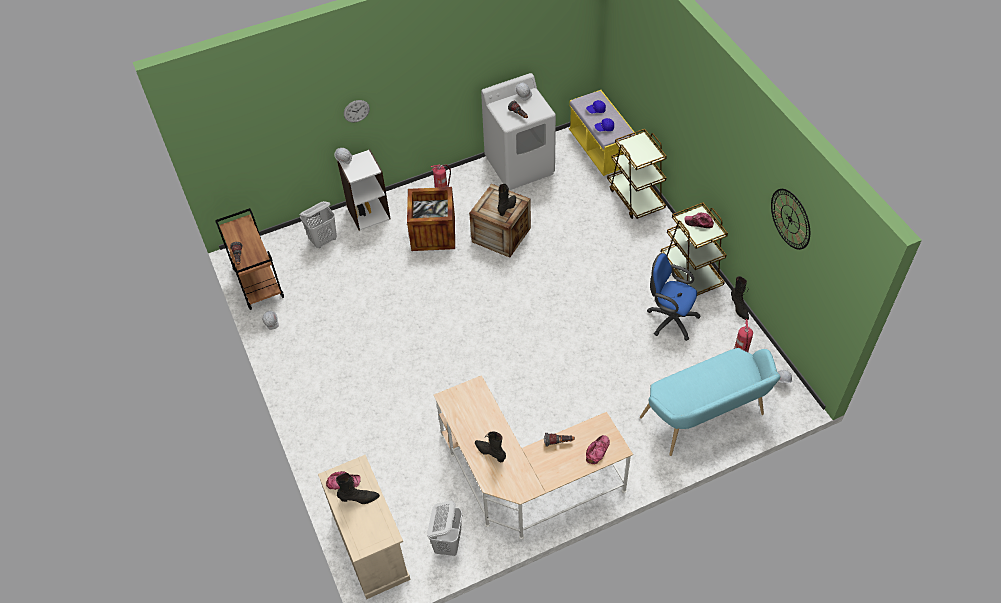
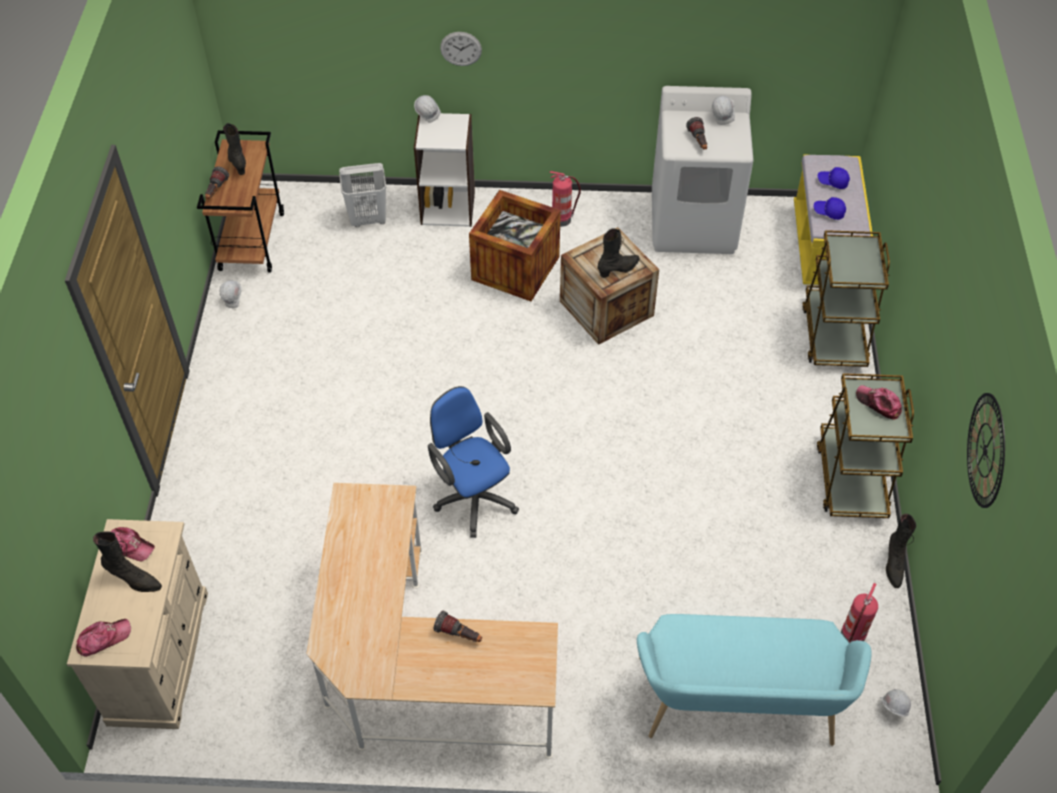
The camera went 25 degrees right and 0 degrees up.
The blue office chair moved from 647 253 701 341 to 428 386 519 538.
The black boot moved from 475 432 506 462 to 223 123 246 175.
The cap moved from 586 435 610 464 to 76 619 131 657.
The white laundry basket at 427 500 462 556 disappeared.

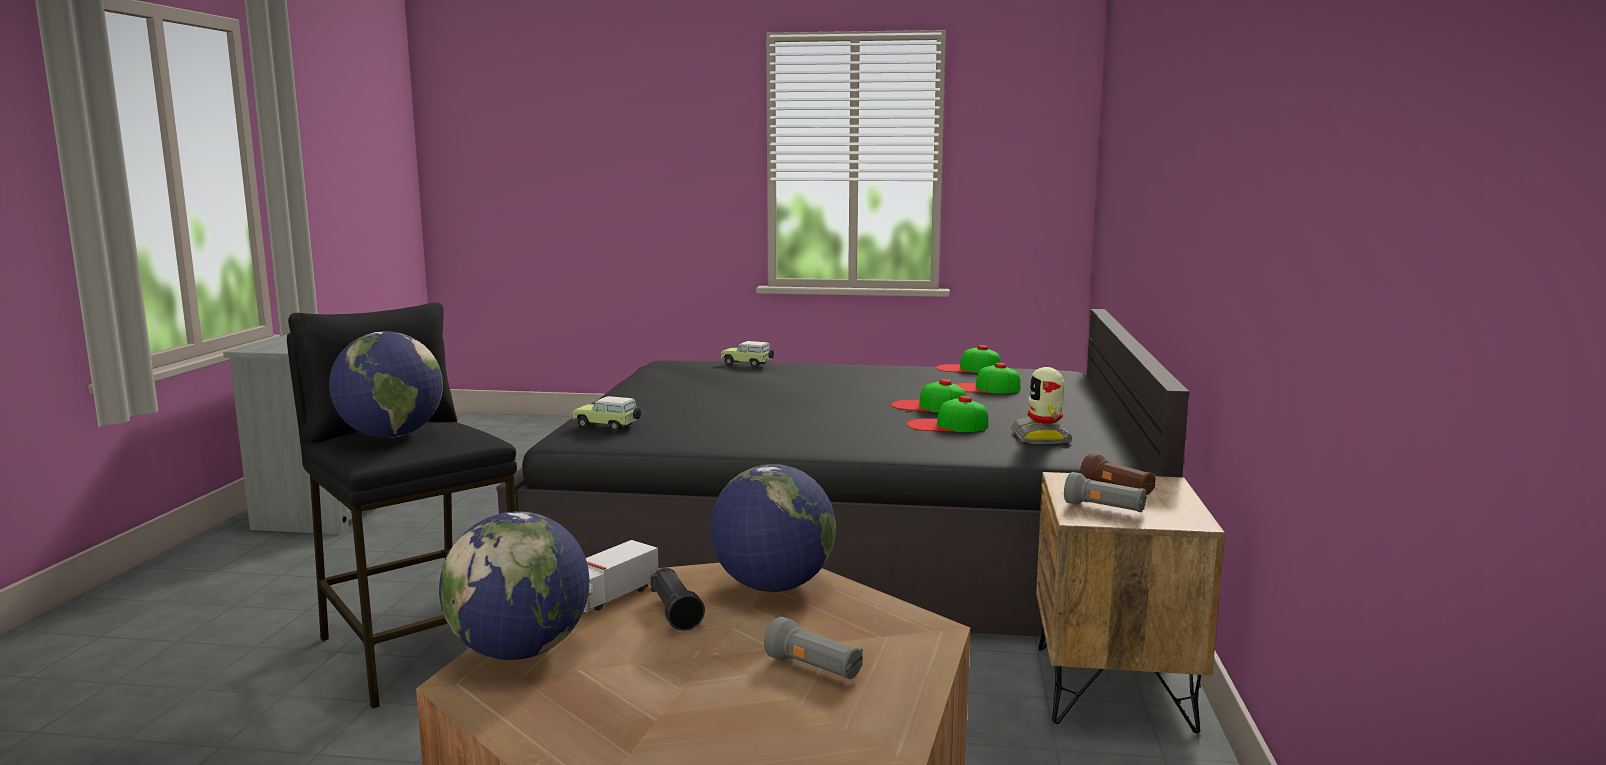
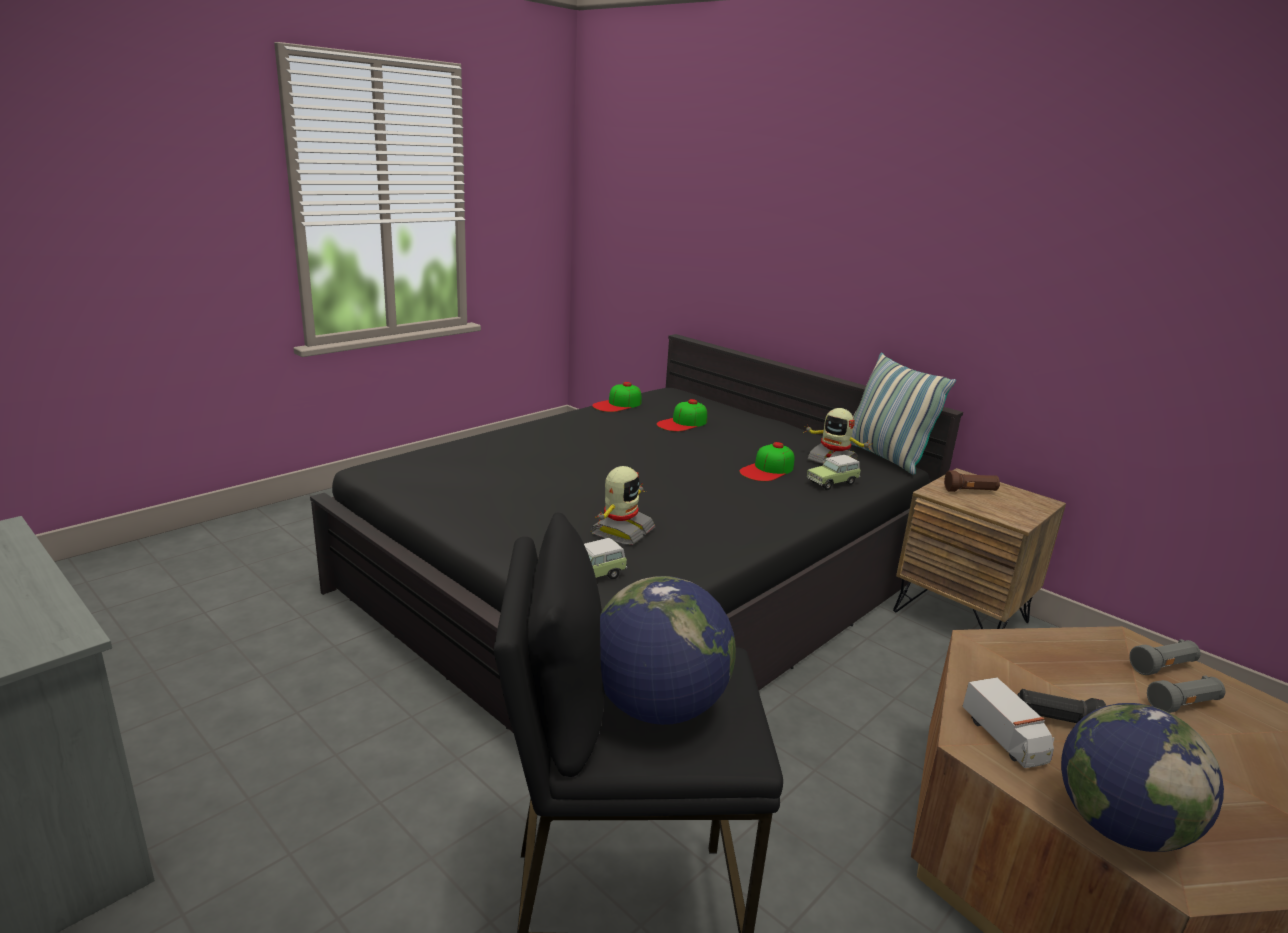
The camera went 55 degrees left and 10 degrees up.
The toy car moved from 721 341 774 367 to 807 455 861 490.
The cap at 891 379 966 412 disappeared.
The globe at 710 464 836 592 disappeared.
The grey flashlight moved from 1064 472 1147 512 to 1129 639 1200 675.
The pillow at 851 353 956 475 appeared.
The toy robot at 590 466 655 545 appeared.

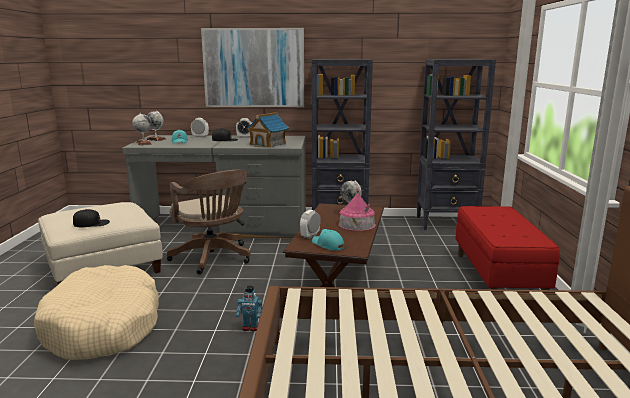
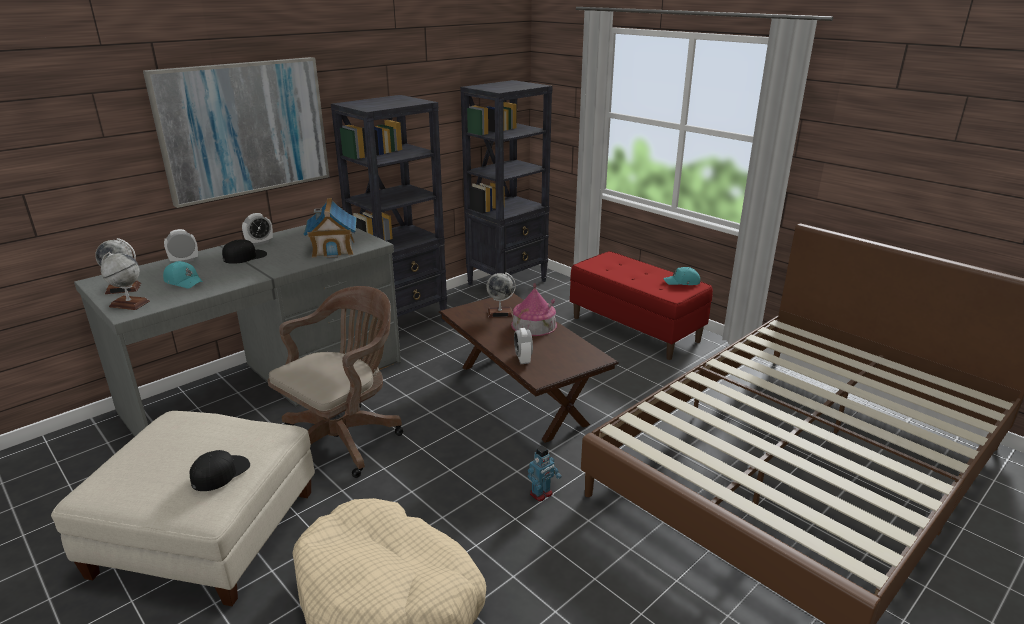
The camera went 45 degrees left and 10 degrees up.
The brown office chair at 167 169 251 274 turned 60 degrees counterclockwise.
The turquoise cap moved from 312 229 344 251 to 663 267 700 285.

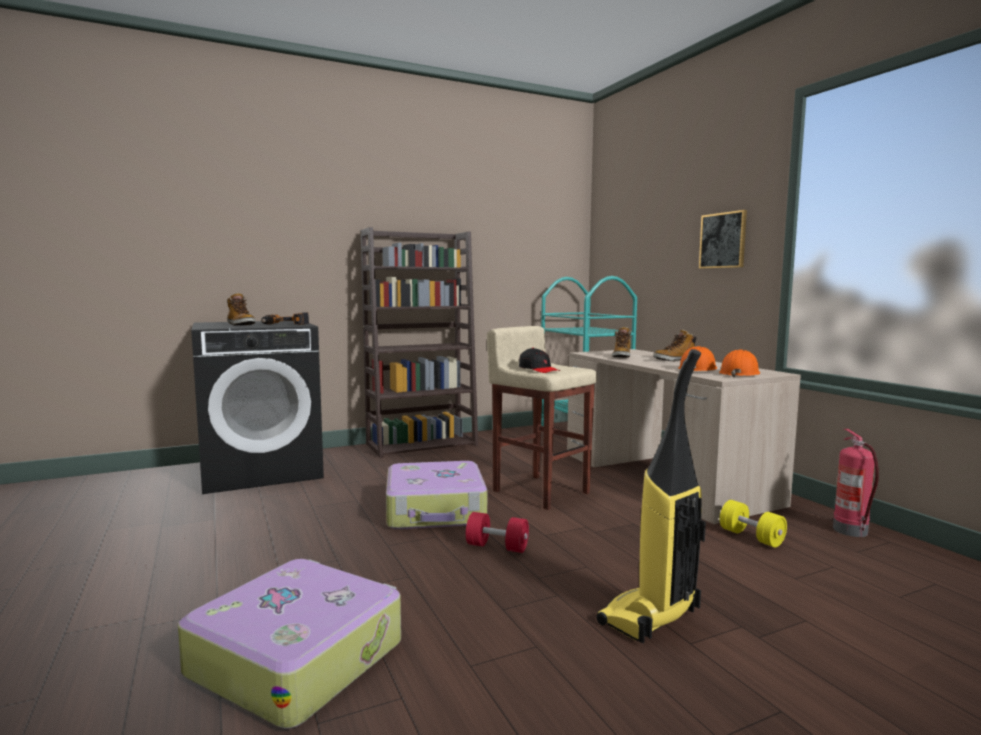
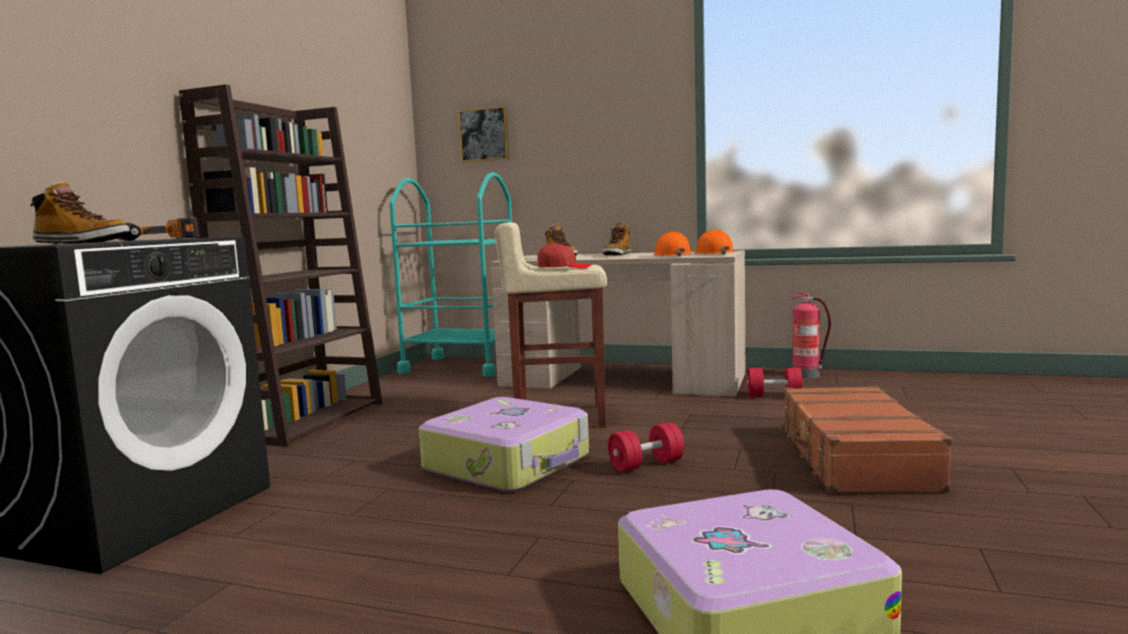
The camera went 45 degrees left and 0 degrees up.
The picture moved from 699 210 747 269 to 458 105 509 163.
The black cap at 519 348 560 373 became the red cap at 537 243 592 268.
The vacuum cleaner at 596 349 706 643 was replaced by the brown suitcase at 780 386 952 493.
The yellow dumbbell at 720 500 787 547 became the red dumbbell at 747 368 803 397.

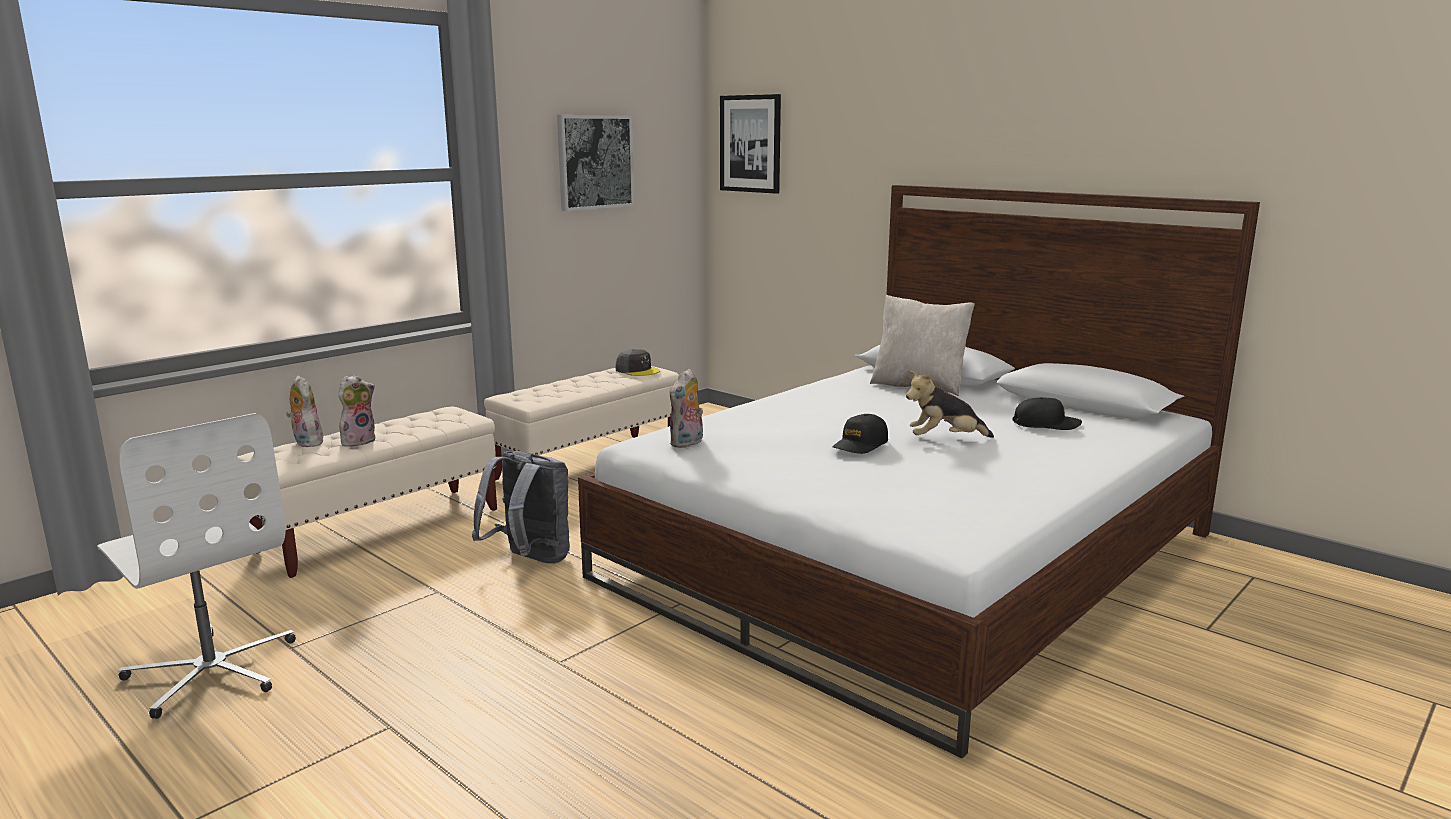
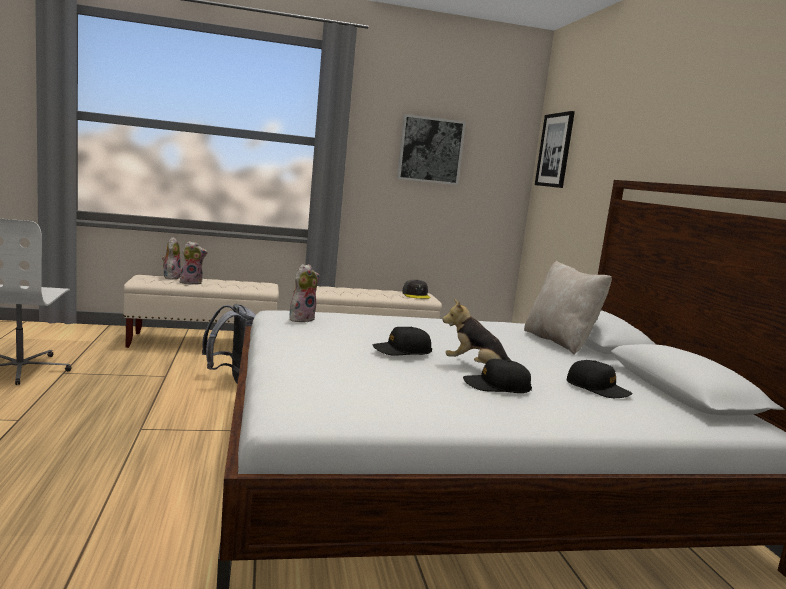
The camera went 35 degrees right and 5 degrees down.
The plush toy at 670 368 703 448 turned 150 degrees clockwise.
The black cap at 463 359 532 393 appeared.

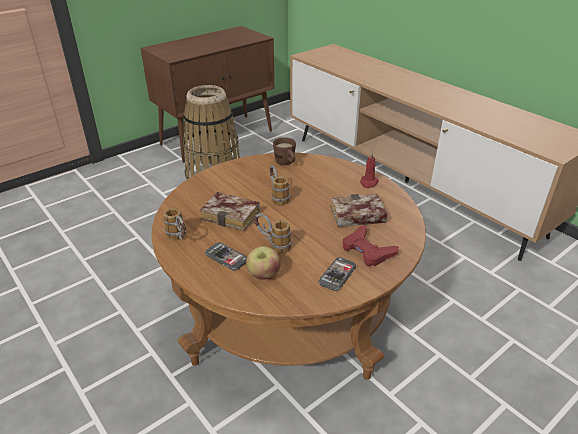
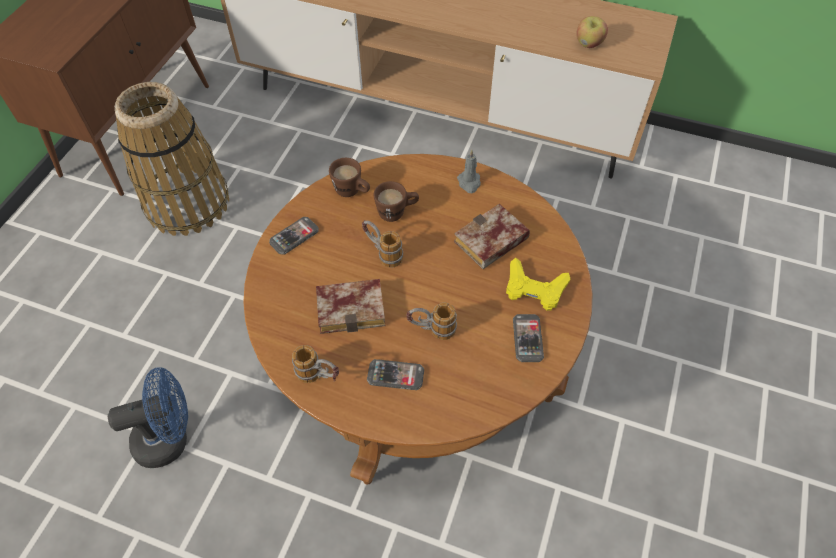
The camera went 30 degrees left and 20 degrees up.
The red candle at 360 151 379 188 became the grey candle at 457 150 481 193.
The red game controller at 343 225 399 267 became the yellow game controller at 506 257 570 311.
The apple moved from 246 246 281 280 to 577 16 608 48.
The brown mug at 374 181 419 222 appeared.
The phone at 269 217 319 255 appeared.
The blue fan at 108 367 188 468 appeared.

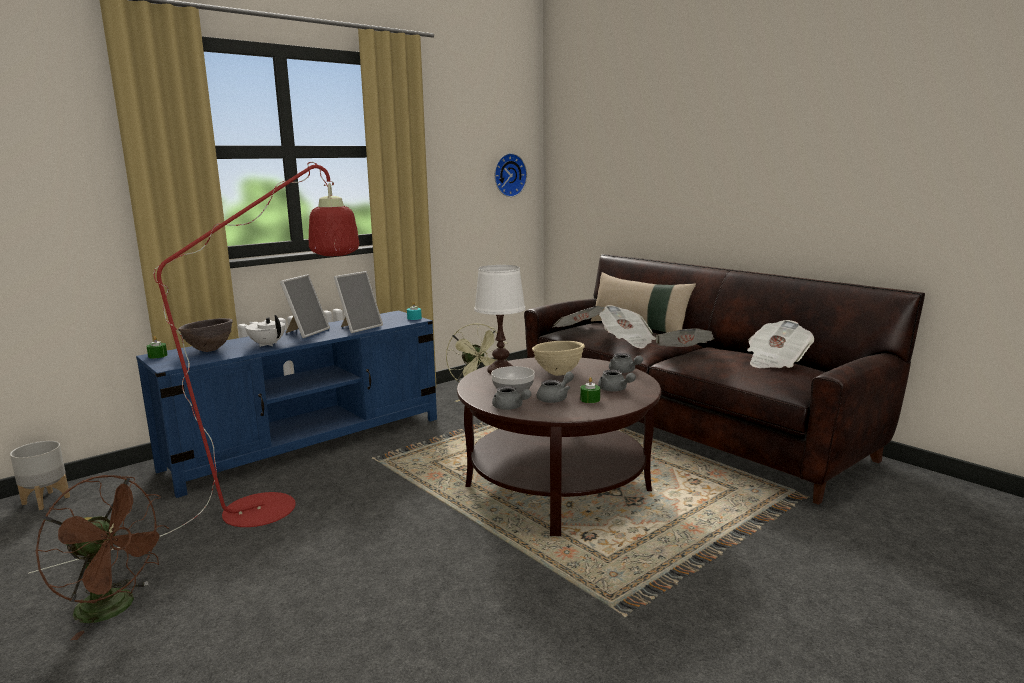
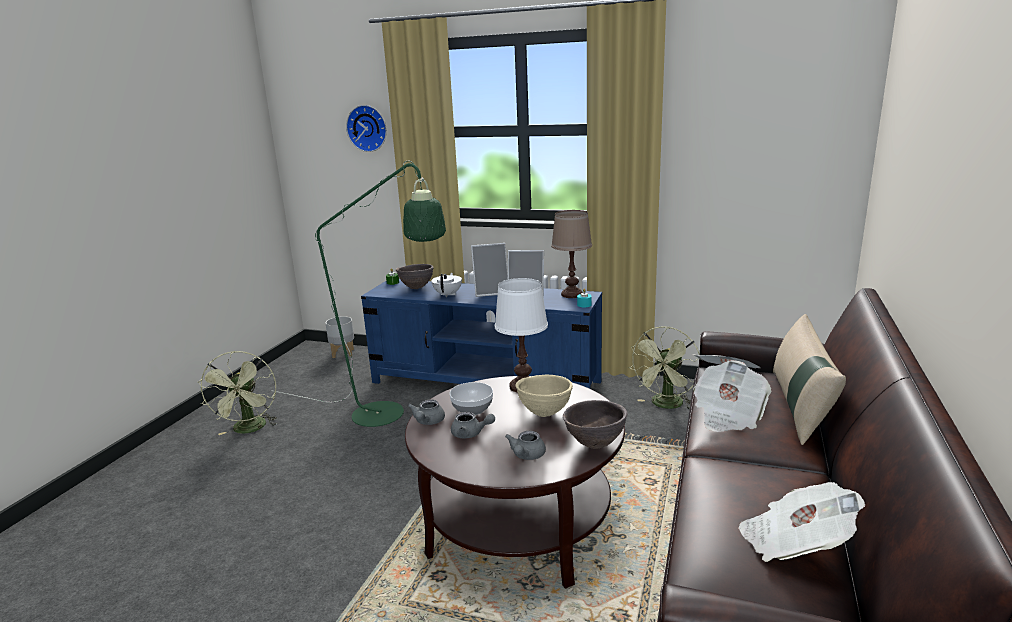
The camera went 60 degrees right and 5 degrees up.
The wall clock moved from 494 153 527 197 to 346 105 387 152.
The red floor lamp at 28 162 359 574 became the green floor lamp at 271 160 446 427.
The newspaper at 656 328 714 347 disappeared.
The grey teapot at 609 353 643 373 was replaced by the brown bowl at 563 400 628 449.
The green candle at 580 377 600 403 disappeared.
The brown fan at 35 475 169 640 became the green fan at 198 351 277 435.
The brown table lamp at 551 210 592 298 appeared.

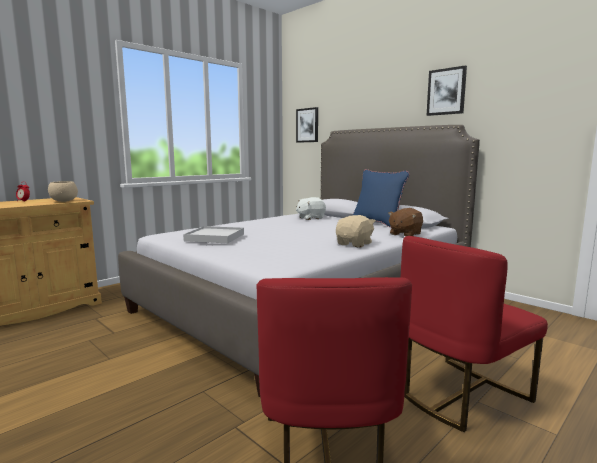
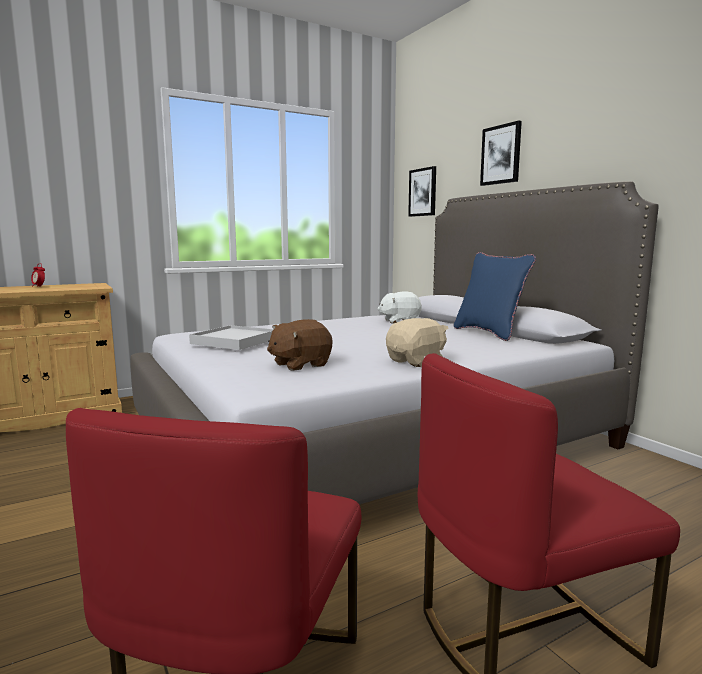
The camera went 15 degrees right and 0 degrees up.
The picture moved from 426 65 467 116 to 480 120 522 186.
The beige bowl at 48 181 78 202 disappeared.
The brown plush toy moved from 388 208 423 236 to 267 319 332 371.

